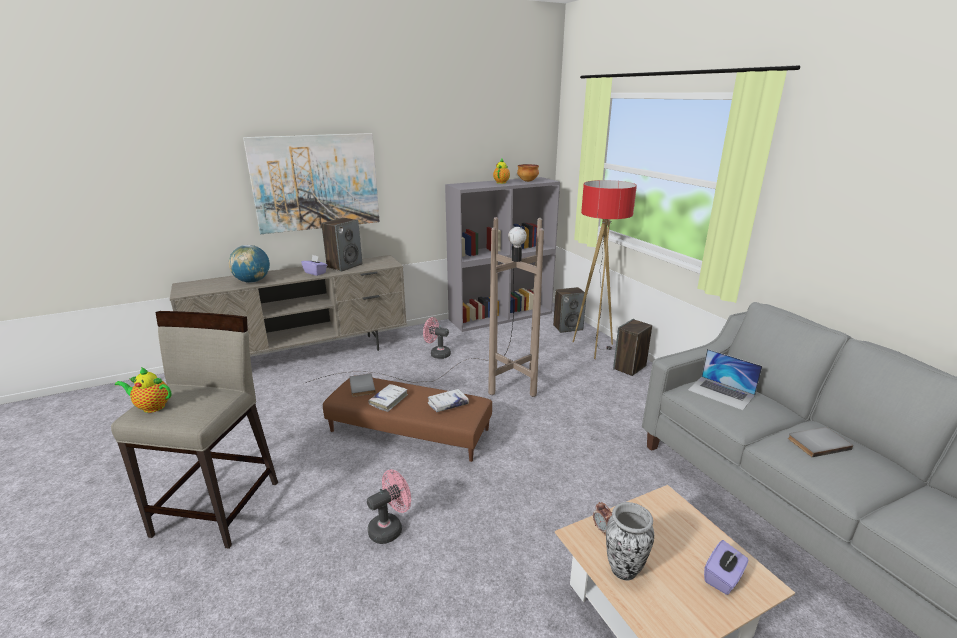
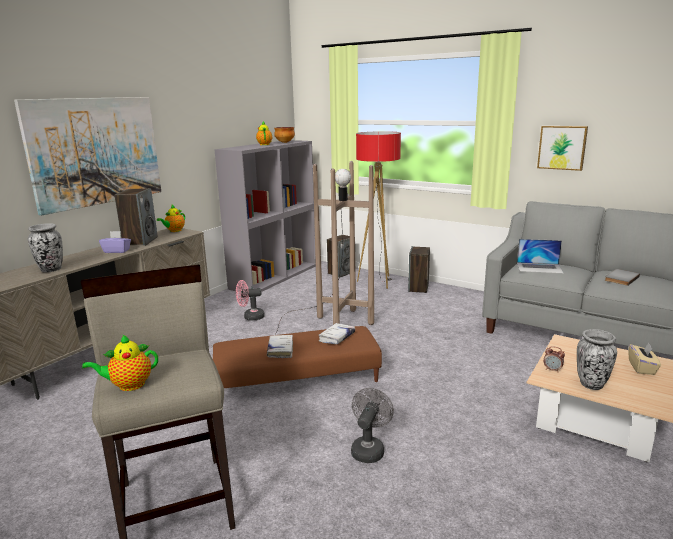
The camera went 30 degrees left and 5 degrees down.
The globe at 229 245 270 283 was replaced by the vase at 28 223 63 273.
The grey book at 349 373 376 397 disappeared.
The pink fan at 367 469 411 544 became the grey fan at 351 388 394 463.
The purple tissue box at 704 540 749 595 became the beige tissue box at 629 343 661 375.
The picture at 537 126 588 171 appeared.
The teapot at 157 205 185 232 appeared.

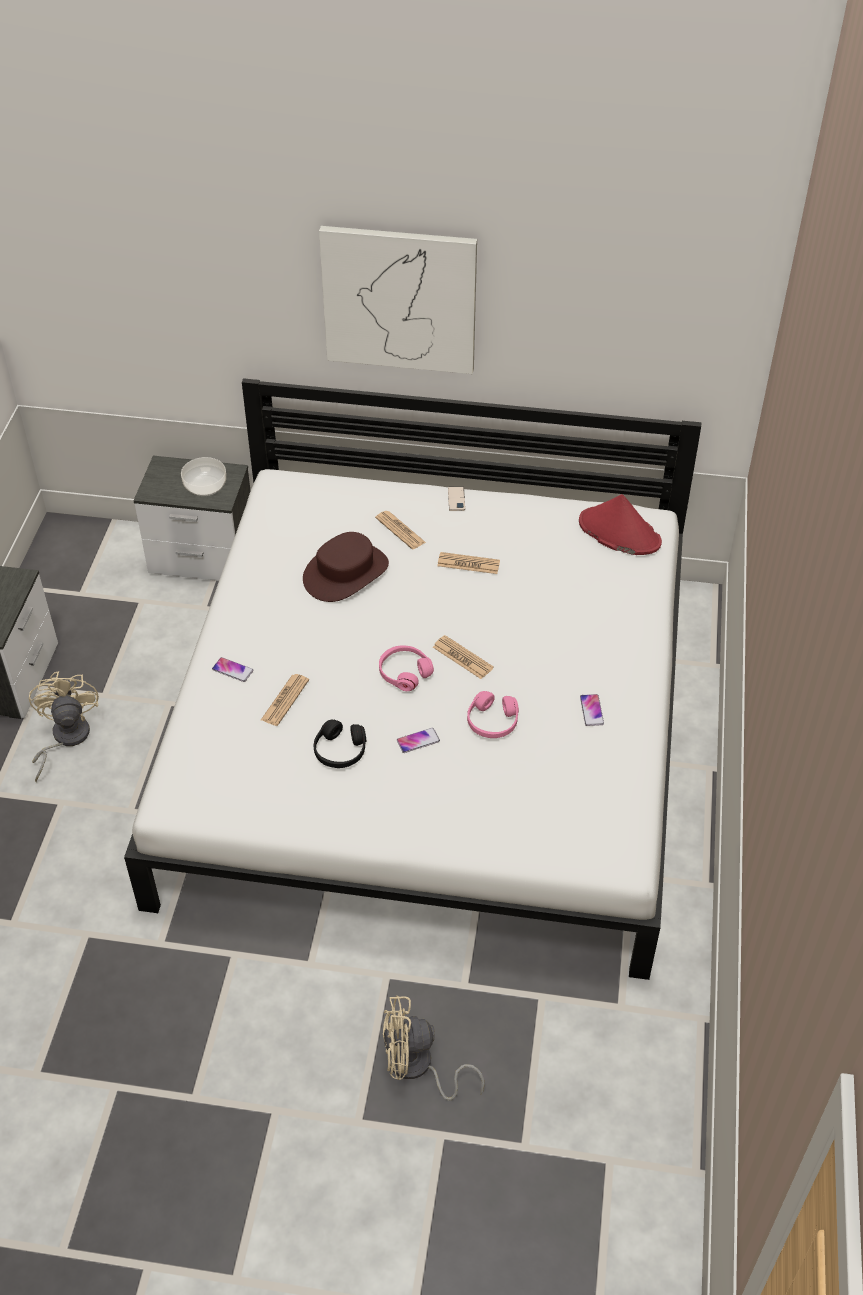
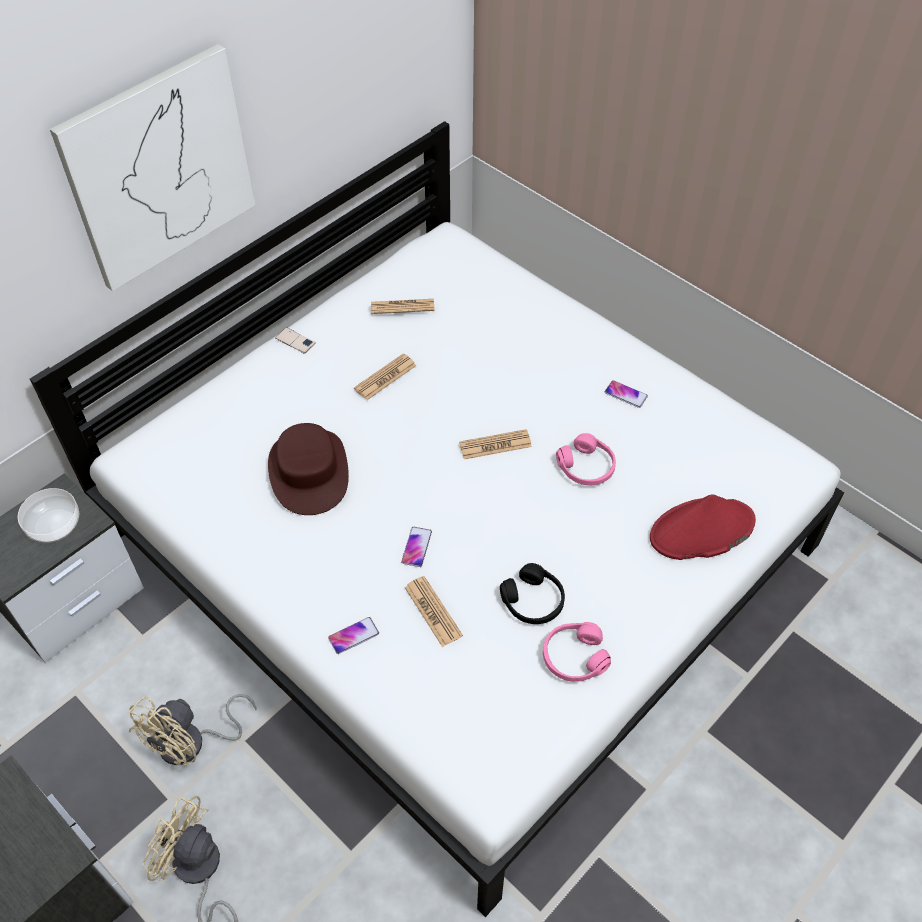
The camera went 55 degrees left and 5 degrees up.
The red hat moved from 579 494 662 555 to 650 494 756 560.
The newspaper moved from 375 511 426 549 to 371 299 435 314.
The pink headphones moved from 379 646 434 691 to 543 622 611 682.
The phone moved from 397 728 440 753 to 401 527 432 567.
The beige fan moved from 383 995 485 1101 to 129 694 257 765.

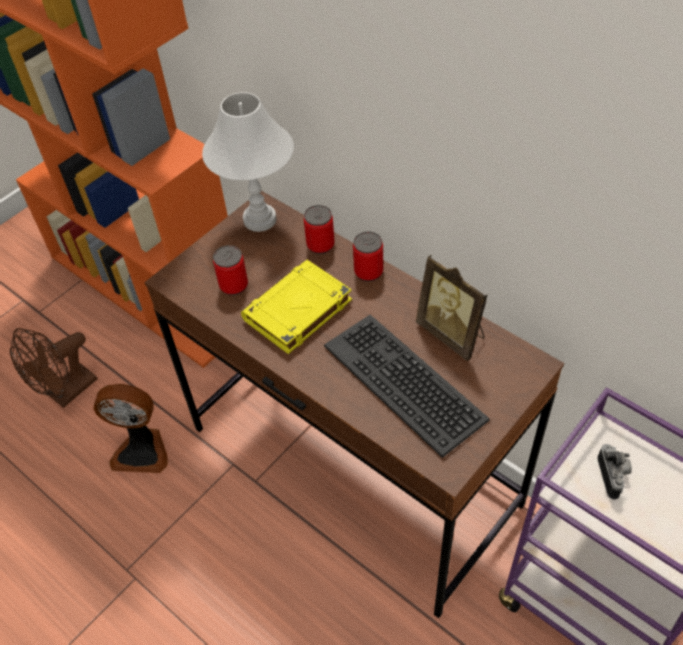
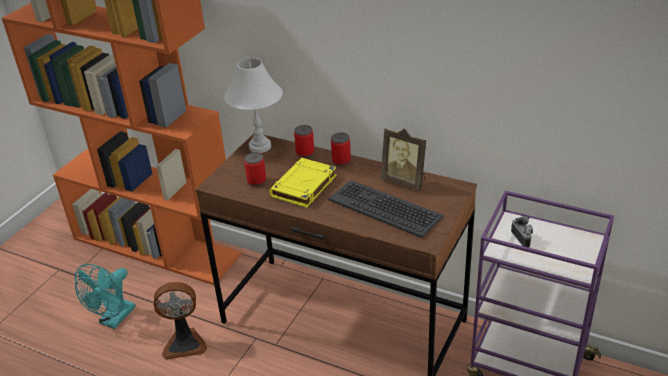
The camera went 15 degrees left and 15 degrees down.
The brown fan at 10 328 97 408 became the turquoise fan at 74 264 136 329.

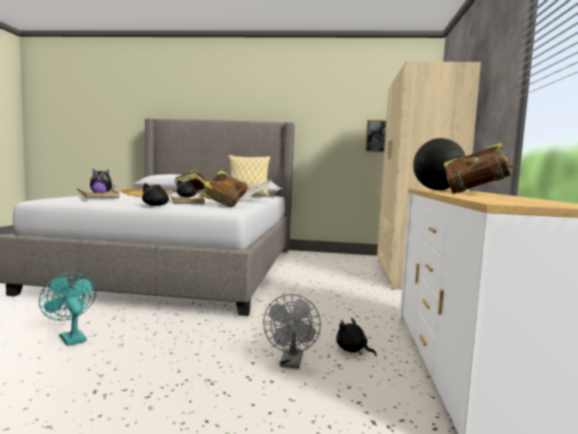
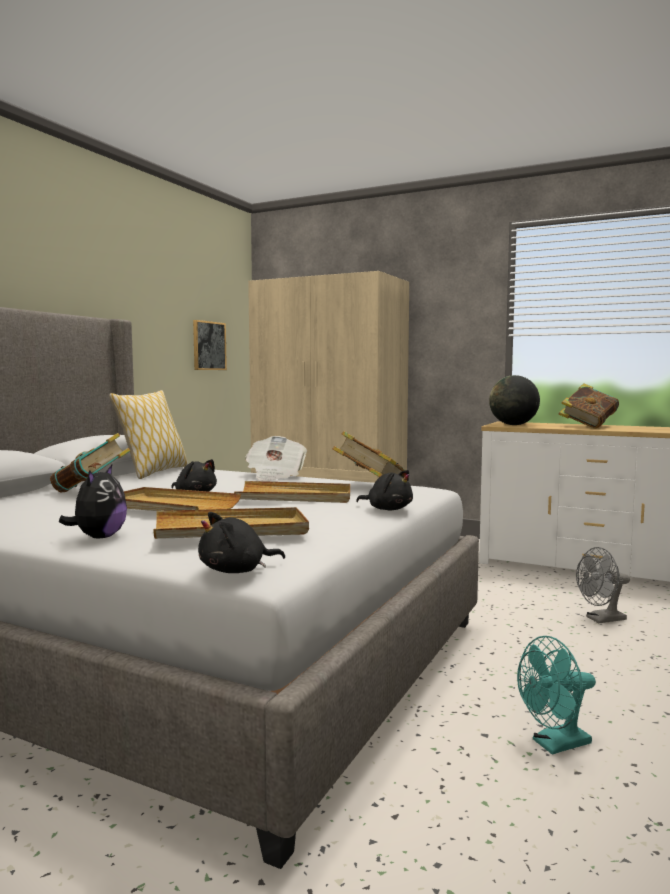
The camera went 70 degrees left and 0 degrees up.
The grey fan at 263 294 321 369 turned 135 degrees clockwise.
The black plush toy moved from 336 318 377 356 to 198 512 285 573.

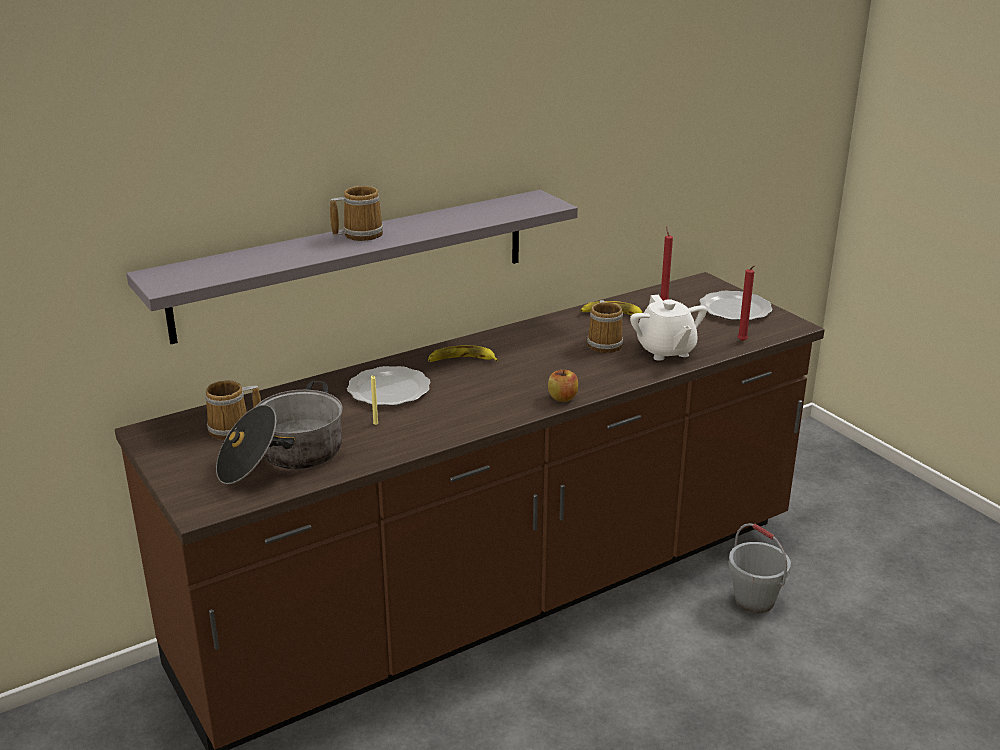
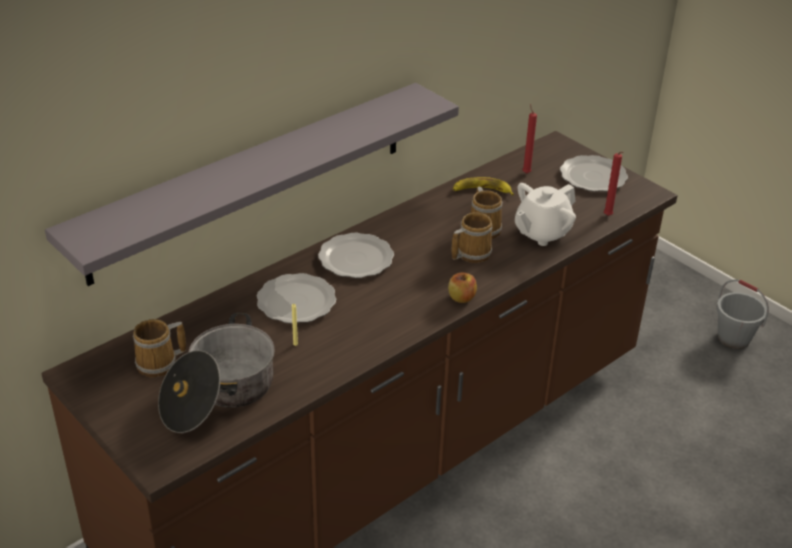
The camera went 10 degrees left and 10 degrees up.
The mug moved from 330 186 383 241 to 452 212 492 263.
The white teapot at 630 295 707 361 turned 75 degrees clockwise.
The banana at 428 345 498 362 was replaced by the plate at 318 233 394 278.
The grey bucket moved from 729 523 791 613 to 716 279 769 349.

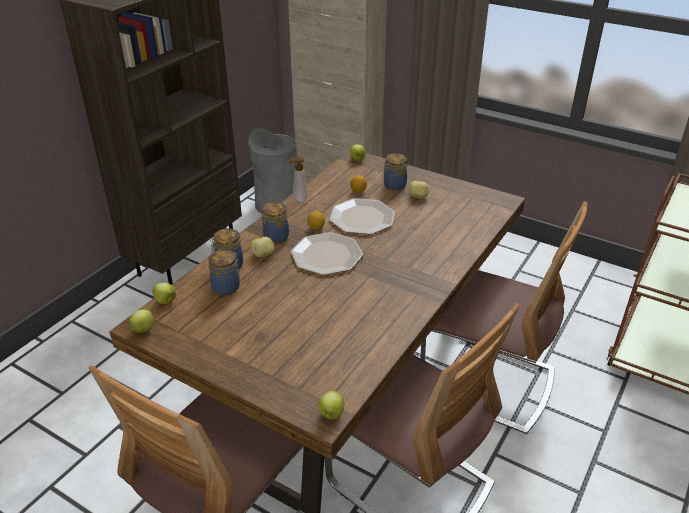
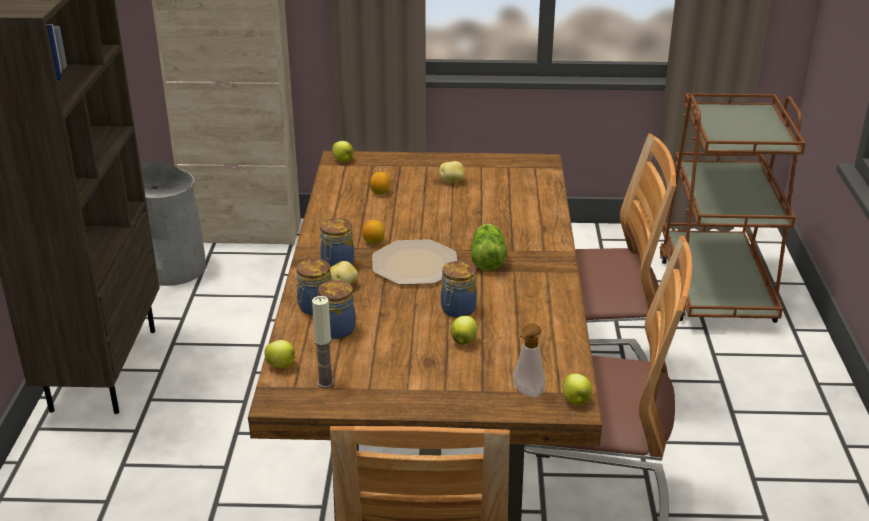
The camera went 30 degrees left and 5 degrees down.
The jar moved from 382 154 407 190 to 441 261 477 318.
The soap dispenser moved from 288 156 308 203 to 513 324 546 397.
The plate at 329 198 395 234 disappeared.
The apple moved from 129 309 154 333 to 451 316 478 345.
The lettuce at 471 224 507 271 appeared.
The candle at 312 296 334 388 appeared.

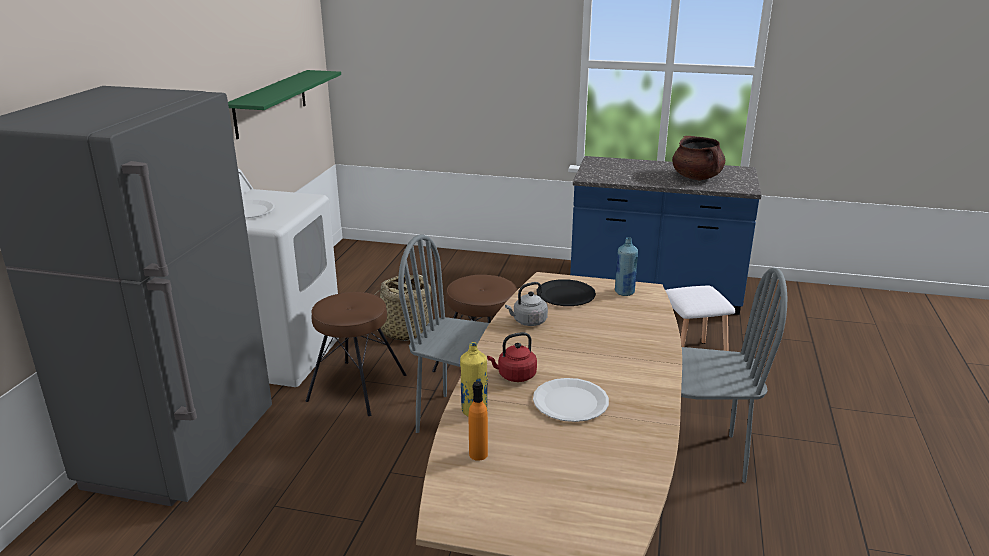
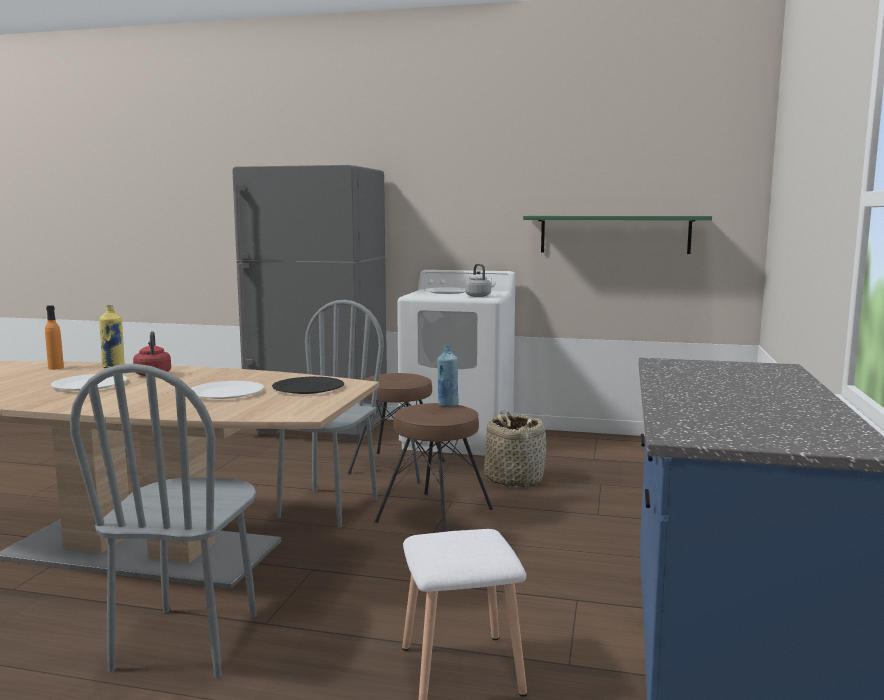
The camera went 90 degrees right and 15 degrees down.
The brown cooking pot at 672 136 725 180 disappeared.
The blue bottle moved from 615 237 638 296 to 437 346 459 407.
The grey kettle moved from 505 282 548 326 to 465 264 491 297.
The white plate at 191 381 264 399 appeared.

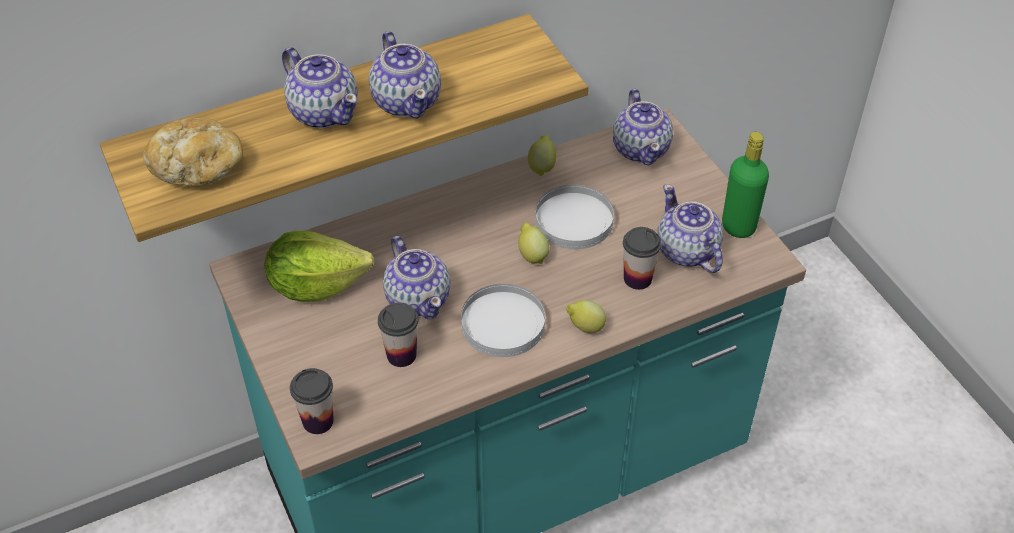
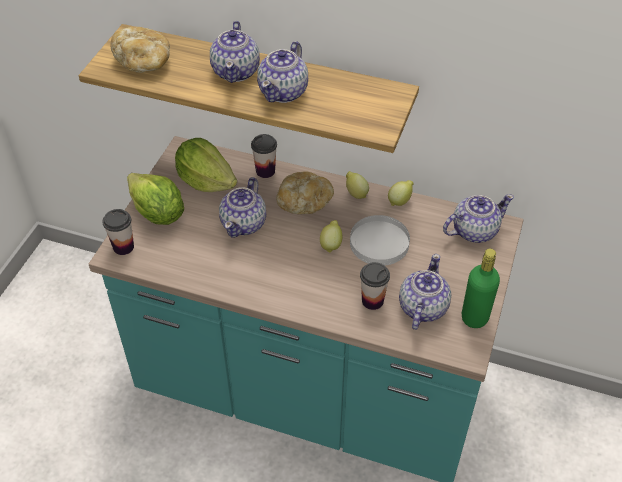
The camera went 45 degrees right and 0 degrees up.
The teapot at 613 89 673 165 turned 150 degrees counterclockwise.
The white plate at 461 284 545 357 disappeared.
The lemon moved from 566 300 606 333 to 346 171 369 199.
The cup moved from 378 303 419 367 to 251 134 277 178.
The bread at 276 171 334 214 appeared.
The lettuce at 127 173 184 225 appeared.

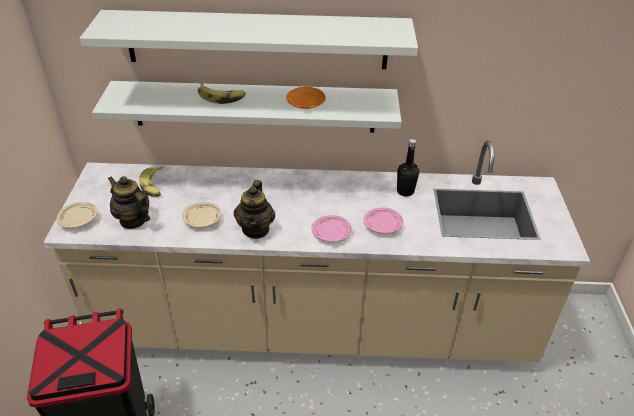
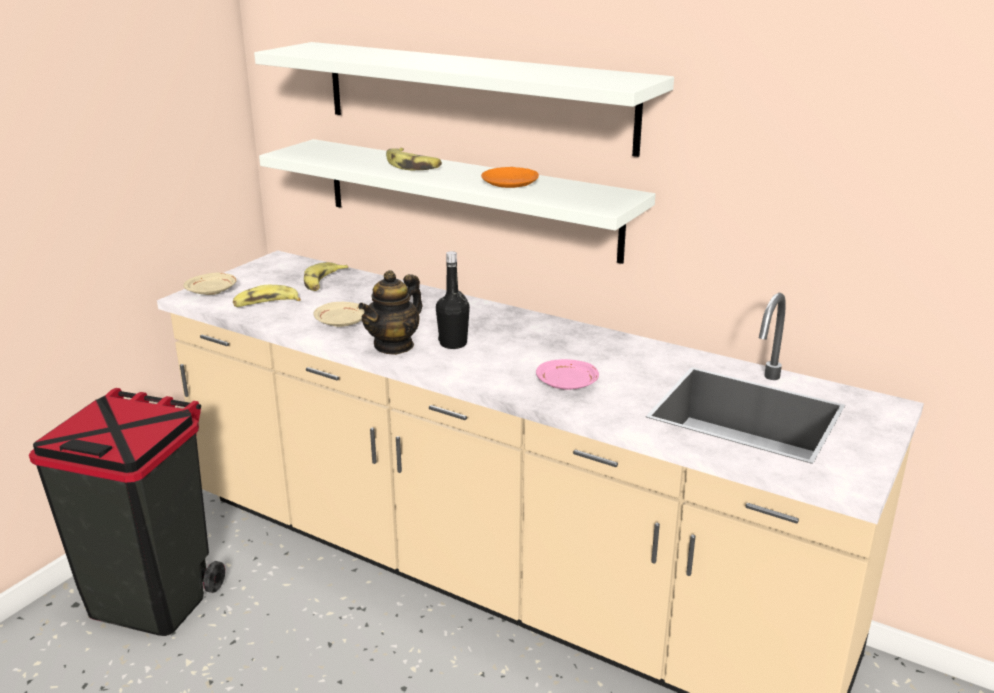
The camera went 30 degrees right and 15 degrees down.
The black bottle moved from 397 139 419 197 to 436 251 470 349.
The teapot at 108 176 150 229 was replaced by the banana at 233 285 301 307.
The pink plate at 311 215 352 242 disappeared.

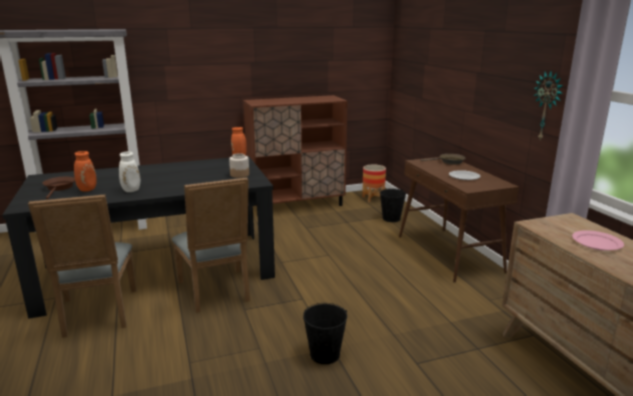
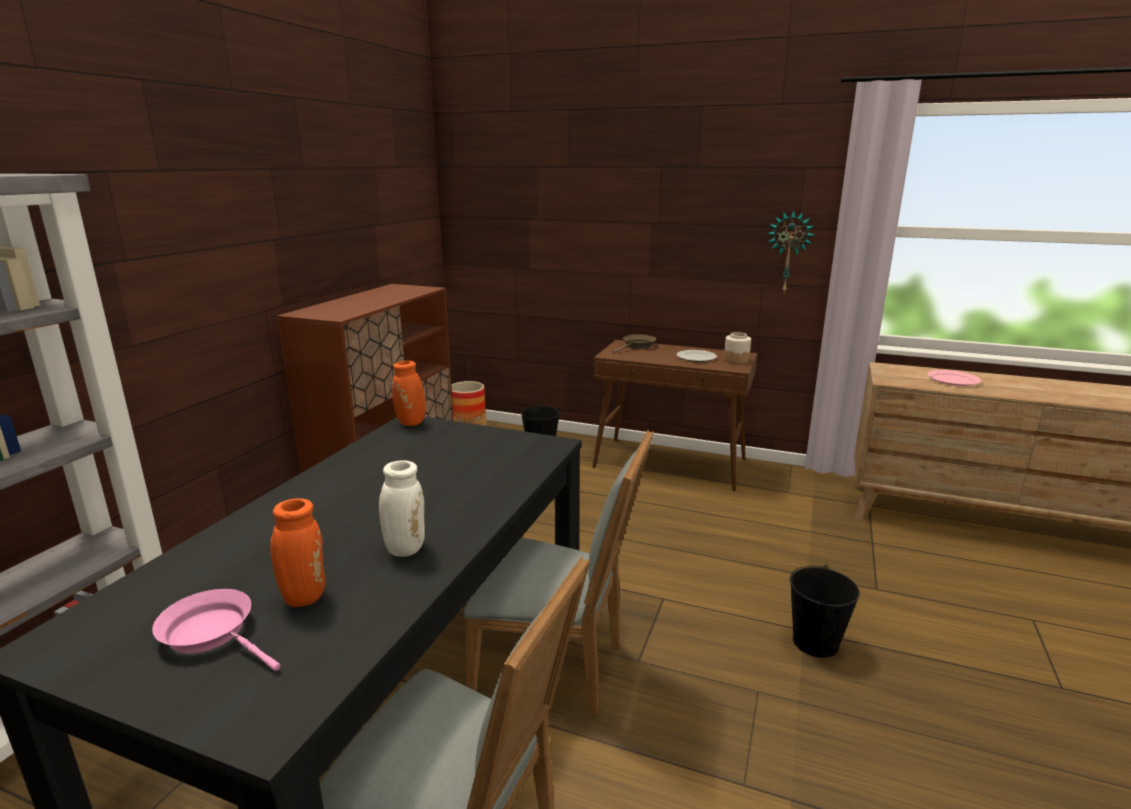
The camera went 50 degrees left and 0 degrees up.
The jar moved from 229 153 249 178 to 724 332 751 364.
The brown frying pan at 42 177 75 199 became the pink frying pan at 152 589 280 671.

